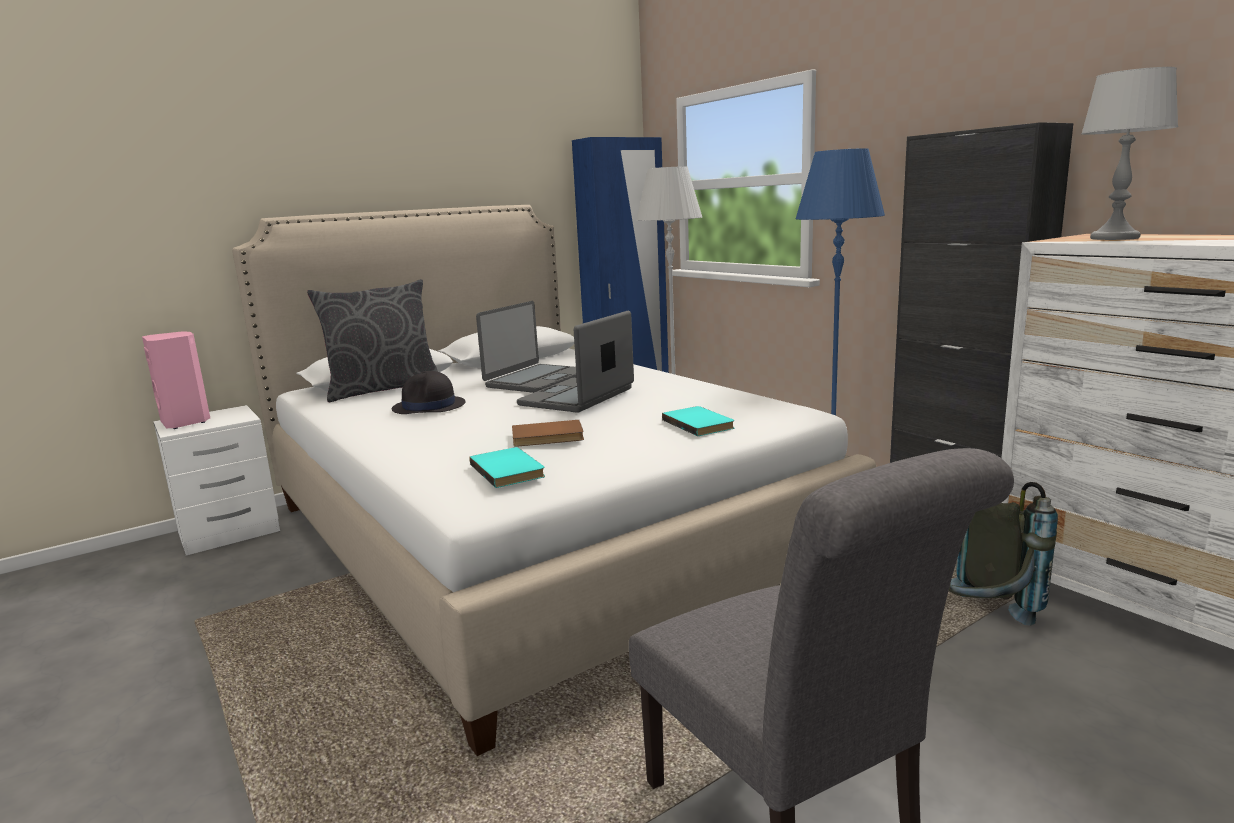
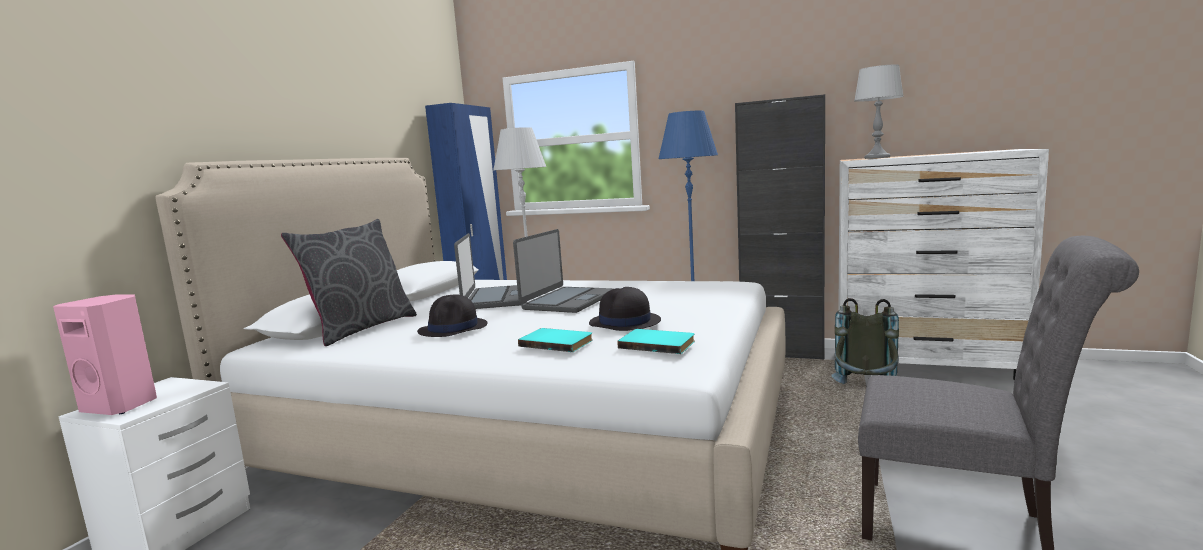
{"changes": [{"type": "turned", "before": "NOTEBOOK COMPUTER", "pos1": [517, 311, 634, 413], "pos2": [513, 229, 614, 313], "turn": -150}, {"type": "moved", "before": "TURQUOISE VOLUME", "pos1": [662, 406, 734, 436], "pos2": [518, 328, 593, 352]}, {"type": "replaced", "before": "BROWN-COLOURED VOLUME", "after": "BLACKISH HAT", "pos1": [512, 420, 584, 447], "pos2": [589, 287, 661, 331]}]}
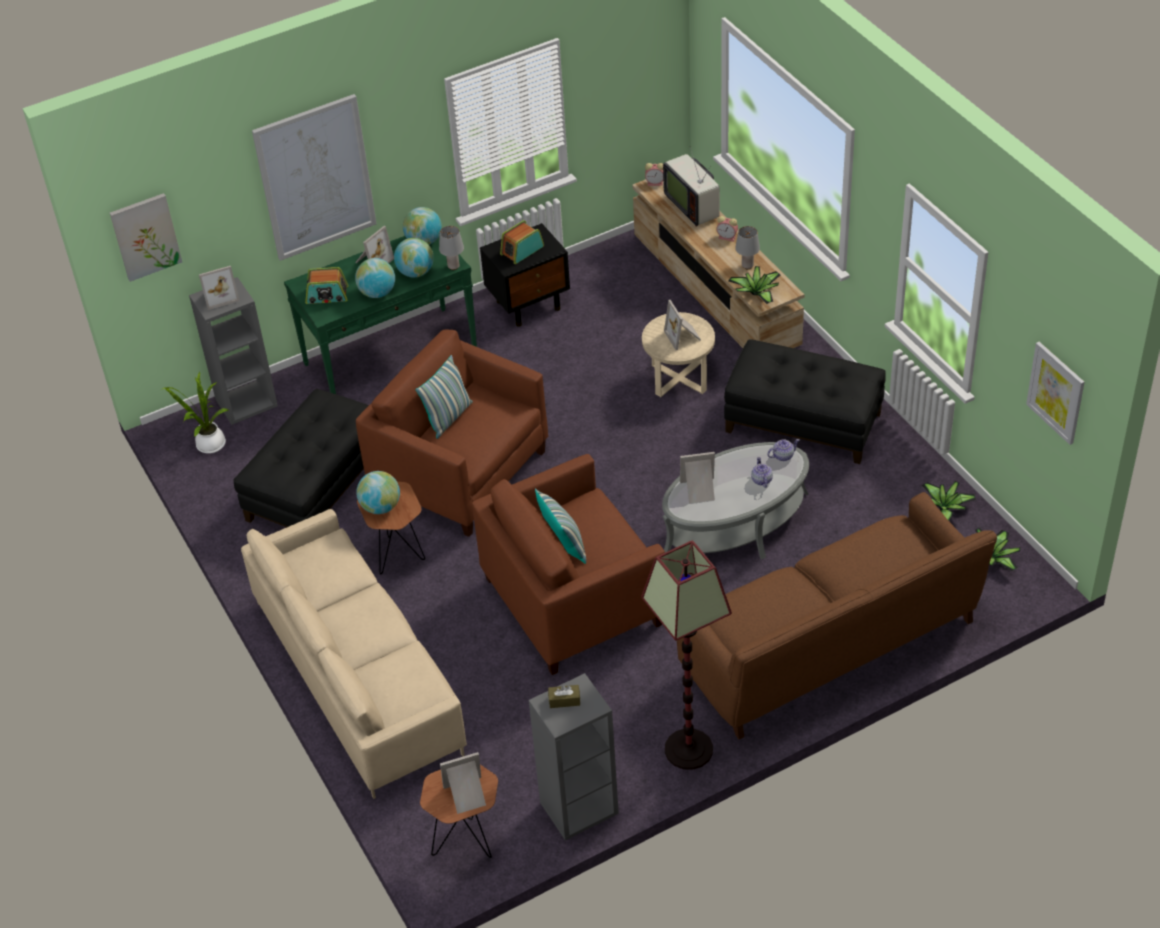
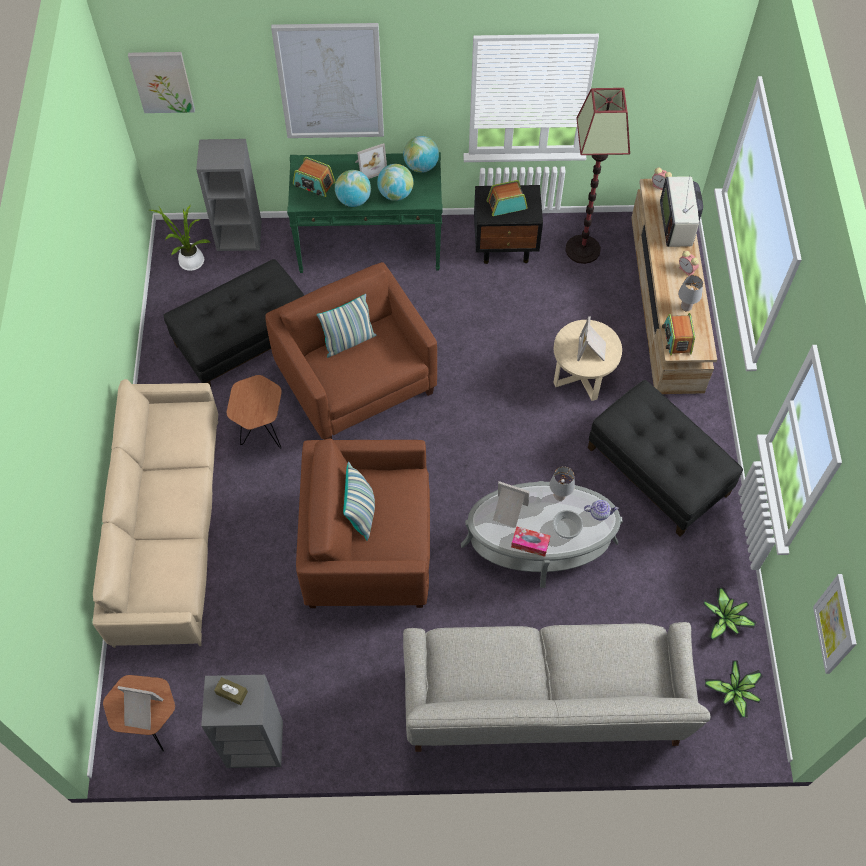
{"changes": [{"type": "moved", "before": "GRAY TABLETOP LAMP", "pos1": [439, 226, 464, 270], "pos2": [549, 467, 575, 501]}, {"type": "removed", "before": "STANDING FRAME", "pos1": [199, 266, 239, 310]}, {"type": "replaced", "before": "POTTED PLANT", "after": "RADIO RECEIVER", "pos1": [728, 266, 780, 304], "pos2": [662, 313, 695, 355]}, {"type": "replaced", "before": "TEA POT", "after": "SERVING BOWL", "pos1": [751, 457, 773, 488], "pos2": [553, 510, 583, 539]}, {"type": "removed", "before": "GLOBE", "pos1": [356, 471, 400, 514]}, {"type": "recoloured", "before": "BROWN-COLOURED SOFA", "after": "GRAY SOFA", "pos1": [677, 492, 997, 740], "pos2": [403, 622, 710, 752]}, {"type": "moved", "before": "STANDARD LAMP", "pos1": [641, 540, 732, 770], "pos2": [565, 88, 630, 264]}, {"type": "added", "after": "TISSUE BOX", "pos2": [511, 526, 550, 557]}]}
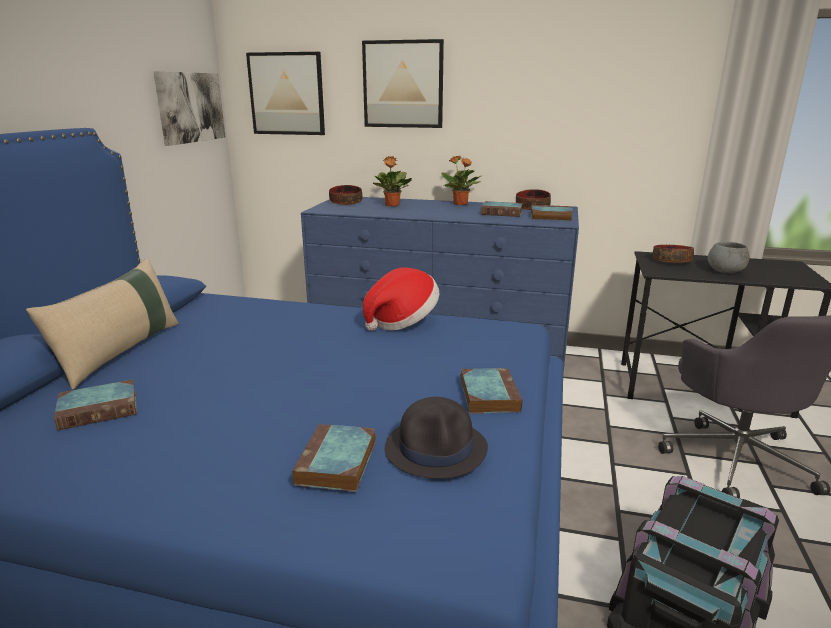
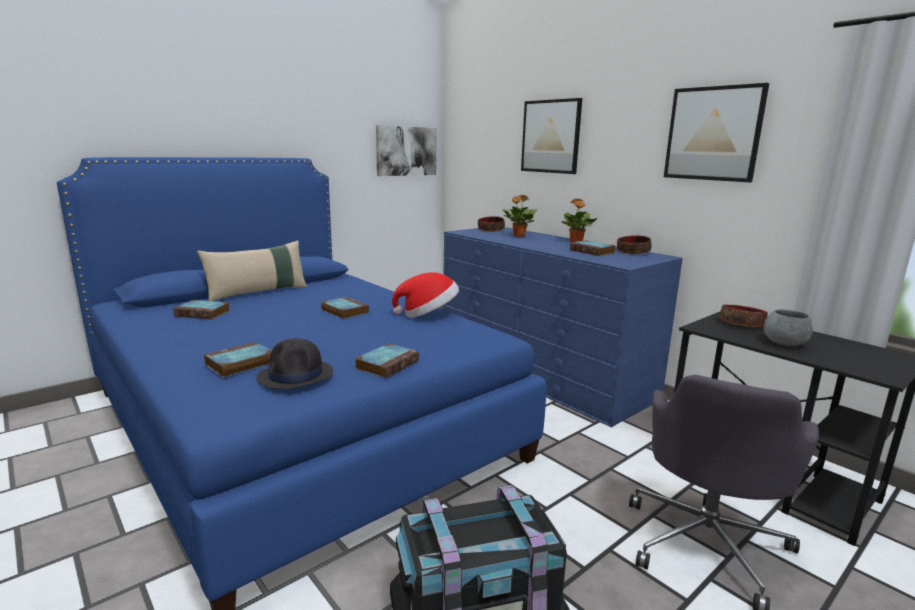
{"changes": [{"type": "moved", "before": "WALL PICTURE", "pos1": [246, 52, 325, 135], "pos2": [664, 83, 769, 182]}, {"type": "moved", "before": "VOLUME", "pos1": [531, 205, 573, 221], "pos2": [321, 297, 369, 319]}]}
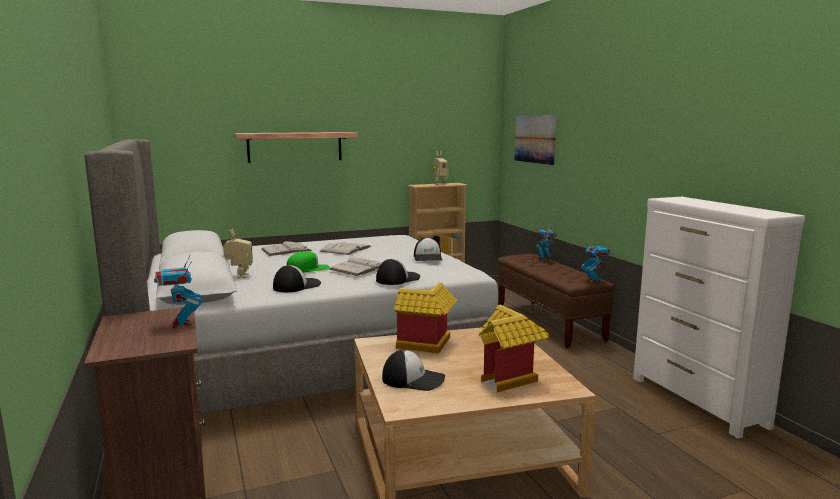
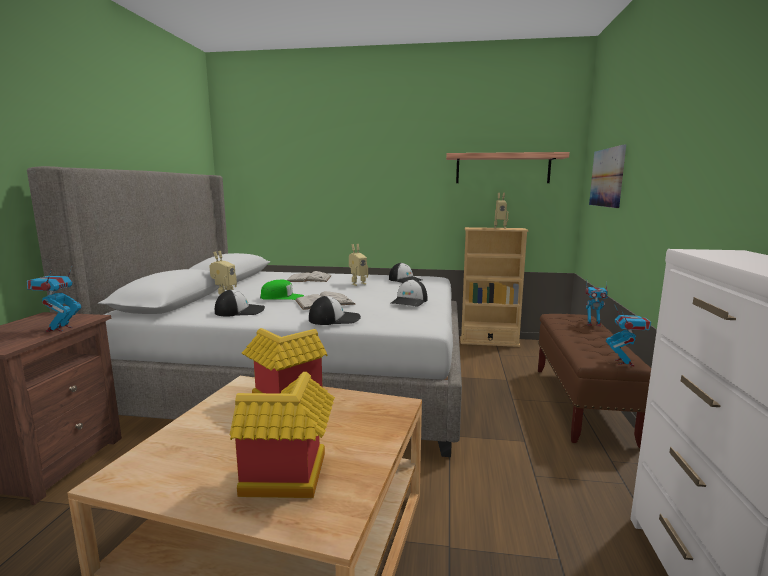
{"changes": [{"type": "moved", "before": "WALL SHELF", "pos1": [235, 132, 358, 163], "pos2": [446, 152, 570, 183]}, {"type": "replaced", "before": "WHITISH VOLUME", "after": "MODEL ROBOT", "pos1": [320, 242, 371, 255], "pos2": [349, 244, 368, 286]}, {"type": "moved", "before": "BASEBALL CAP", "pos1": [382, 349, 445, 391], "pos2": [389, 263, 422, 283]}]}
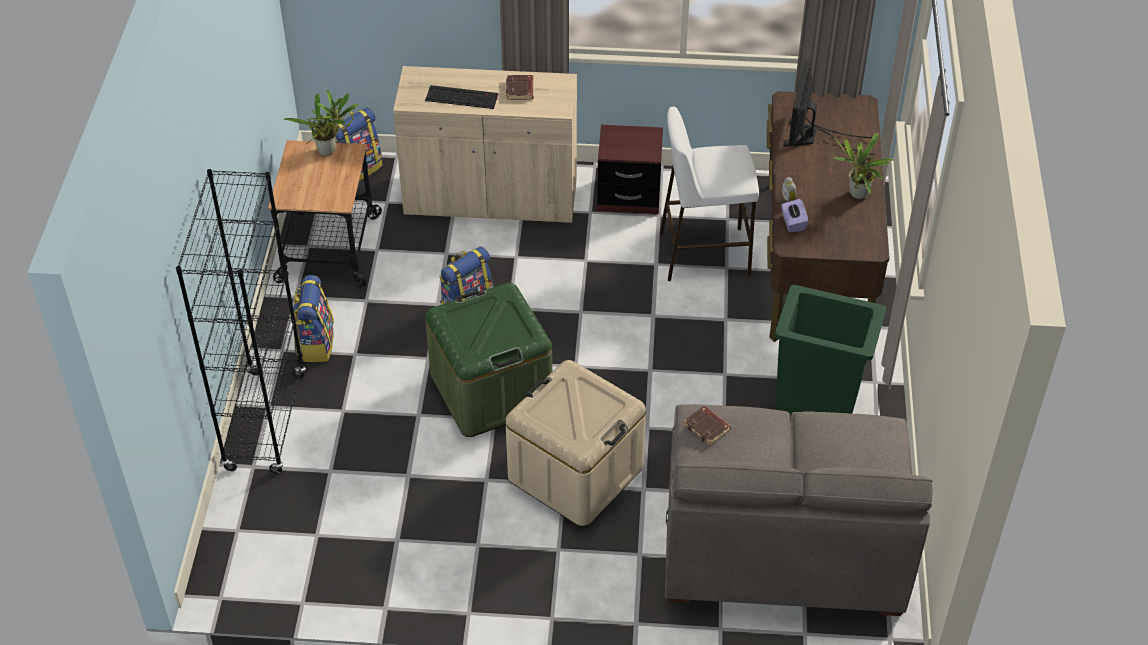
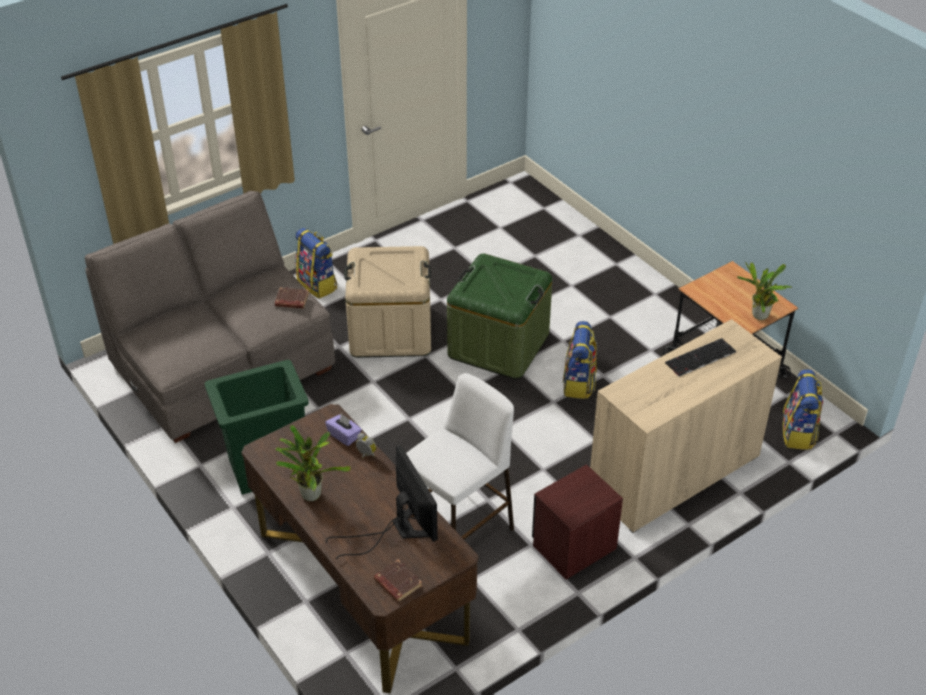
{"changes": [{"type": "moved", "before": "BROWN-COLOURED VOLUME", "pos1": [506, 75, 534, 100], "pos2": [374, 560, 422, 602]}, {"type": "removed", "before": "BLACKISH BOOKSHELF", "pos1": [176, 169, 306, 474]}, {"type": "moved", "before": "BACKPACK", "pos1": [293, 275, 334, 362], "pos2": [295, 228, 337, 299]}]}
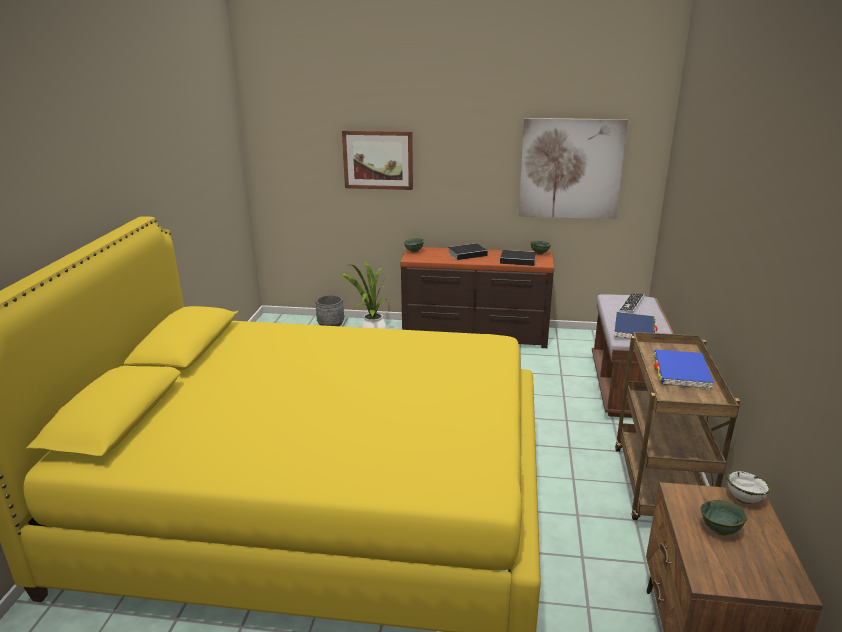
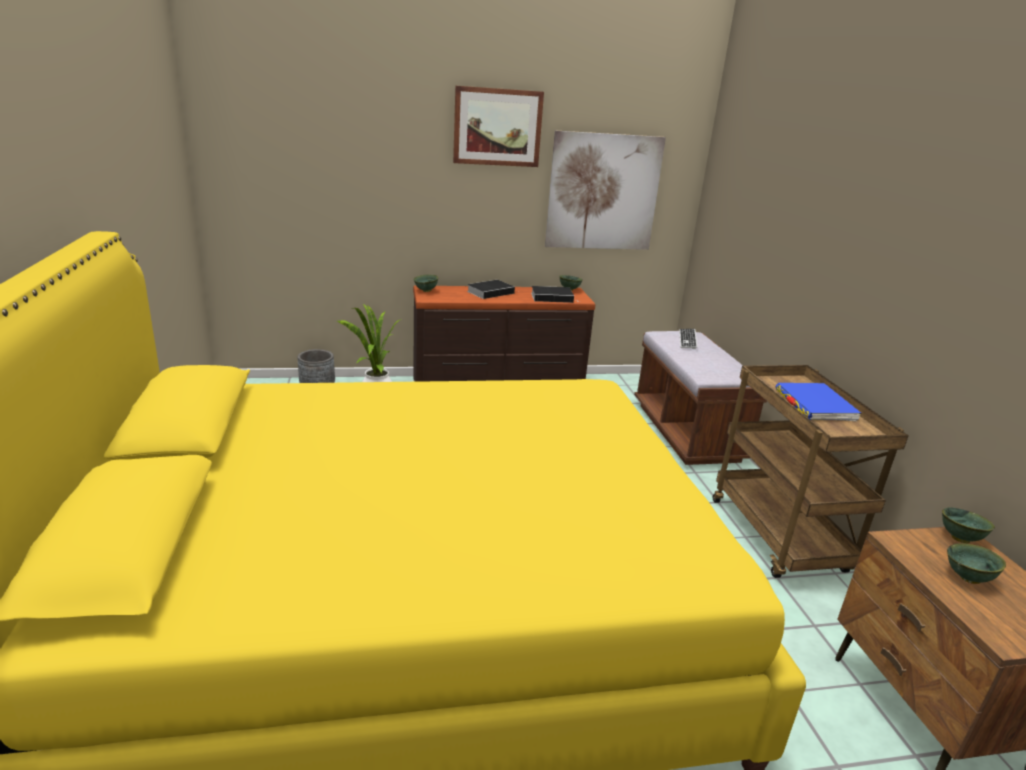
{"changes": [{"type": "moved", "before": "WALL PICTURE", "pos1": [342, 130, 413, 190], "pos2": [453, 86, 544, 167]}, {"type": "removed", "before": "BLUISH VOLUME", "pos1": [614, 312, 657, 339]}, {"type": "recoloured", "before": "WHITISH SERVING BOWL", "after": "GREEN-COLOURED SERVING BOWL", "pos1": [727, 471, 771, 504], "pos2": [942, 507, 995, 543]}]}
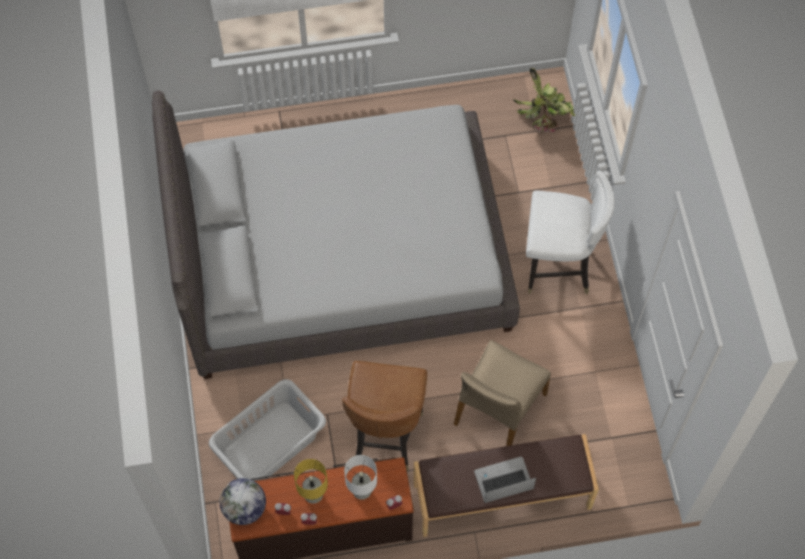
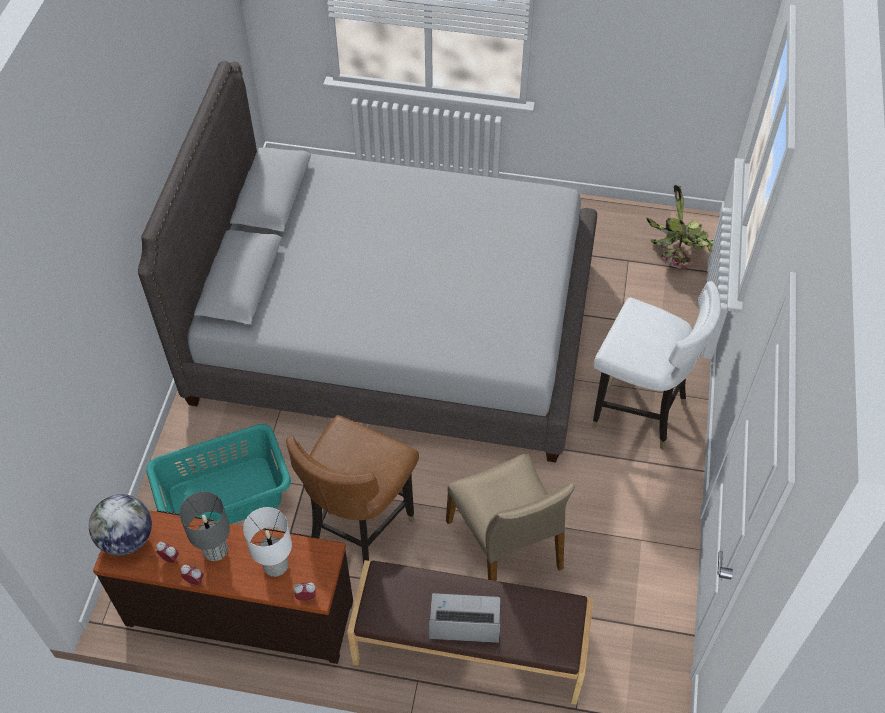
{"changes": [{"type": "turned", "before": "SAND-COLOURED CHAIR", "pos1": [454, 340, 551, 446], "pos2": [446, 454, 575, 581], "turn": -75}, {"type": "recoloured", "before": "GRAY HAMPER", "after": "TURQUOISE HAMPER", "pos1": [209, 379, 326, 481], "pos2": [146, 424, 291, 524]}, {"type": "recoloured", "before": "YELLOWISH TABLETOP LAMP", "after": "GRAY TABLETOP LAMP", "pos1": [294, 459, 328, 504], "pos2": [179, 492, 230, 561]}]}
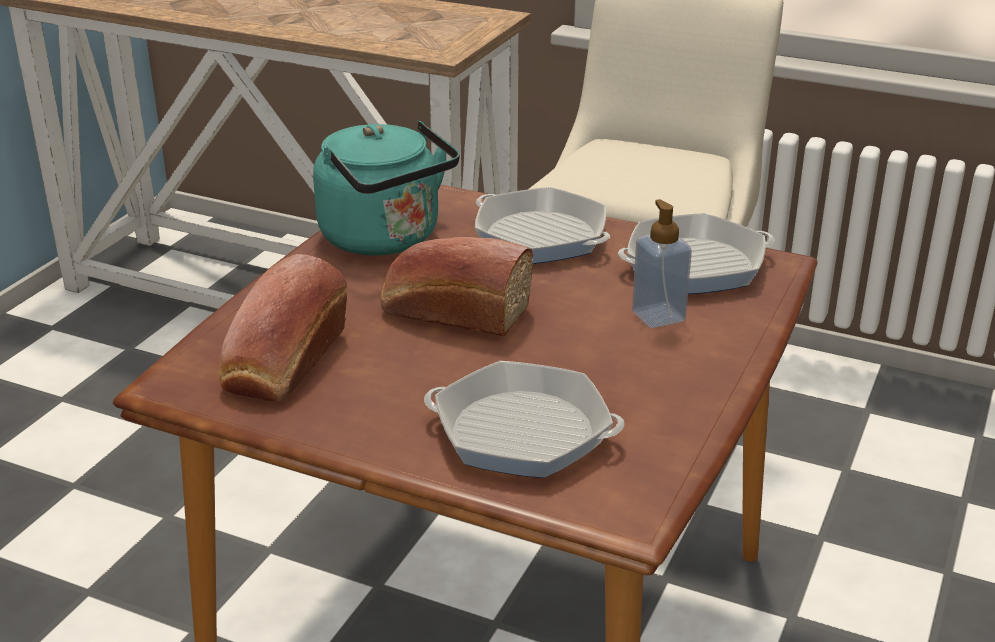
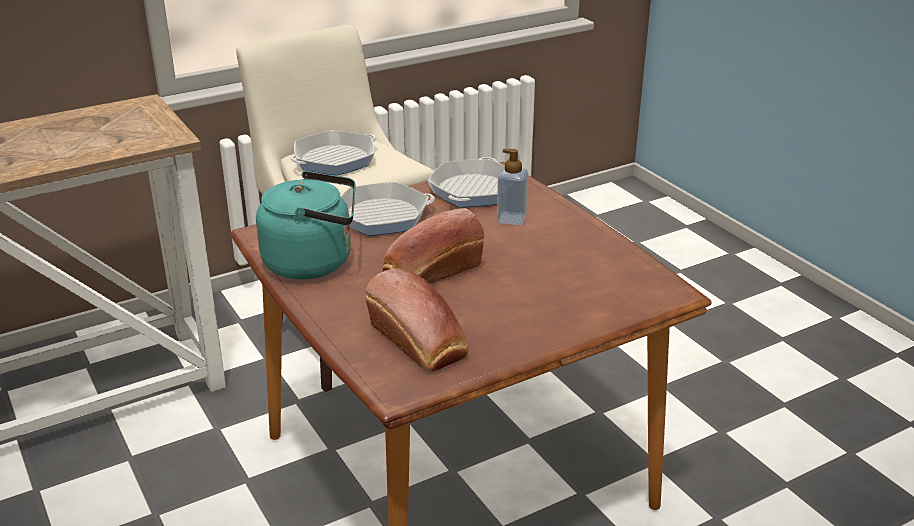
{"changes": [{"type": "moved", "before": "SKILLET", "pos1": [424, 361, 624, 478], "pos2": [290, 130, 376, 175]}]}
